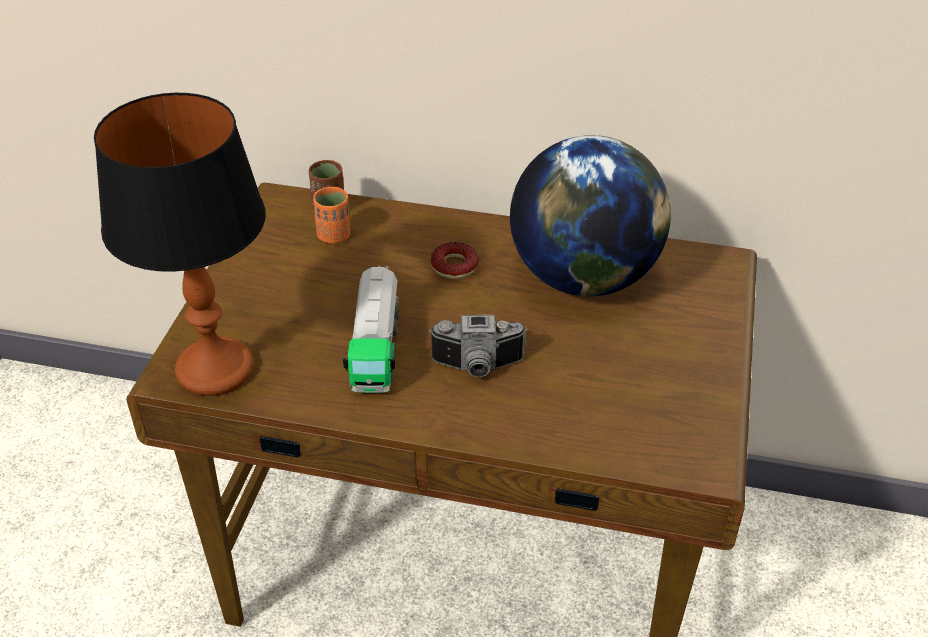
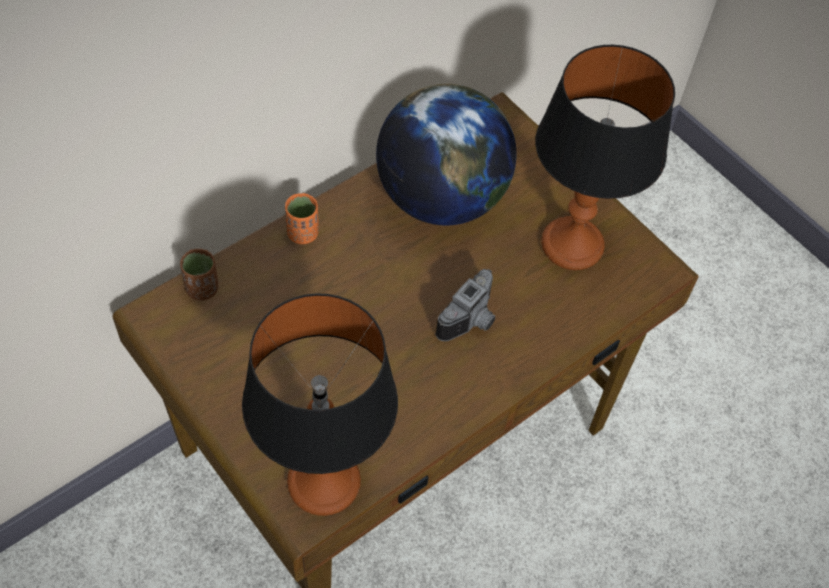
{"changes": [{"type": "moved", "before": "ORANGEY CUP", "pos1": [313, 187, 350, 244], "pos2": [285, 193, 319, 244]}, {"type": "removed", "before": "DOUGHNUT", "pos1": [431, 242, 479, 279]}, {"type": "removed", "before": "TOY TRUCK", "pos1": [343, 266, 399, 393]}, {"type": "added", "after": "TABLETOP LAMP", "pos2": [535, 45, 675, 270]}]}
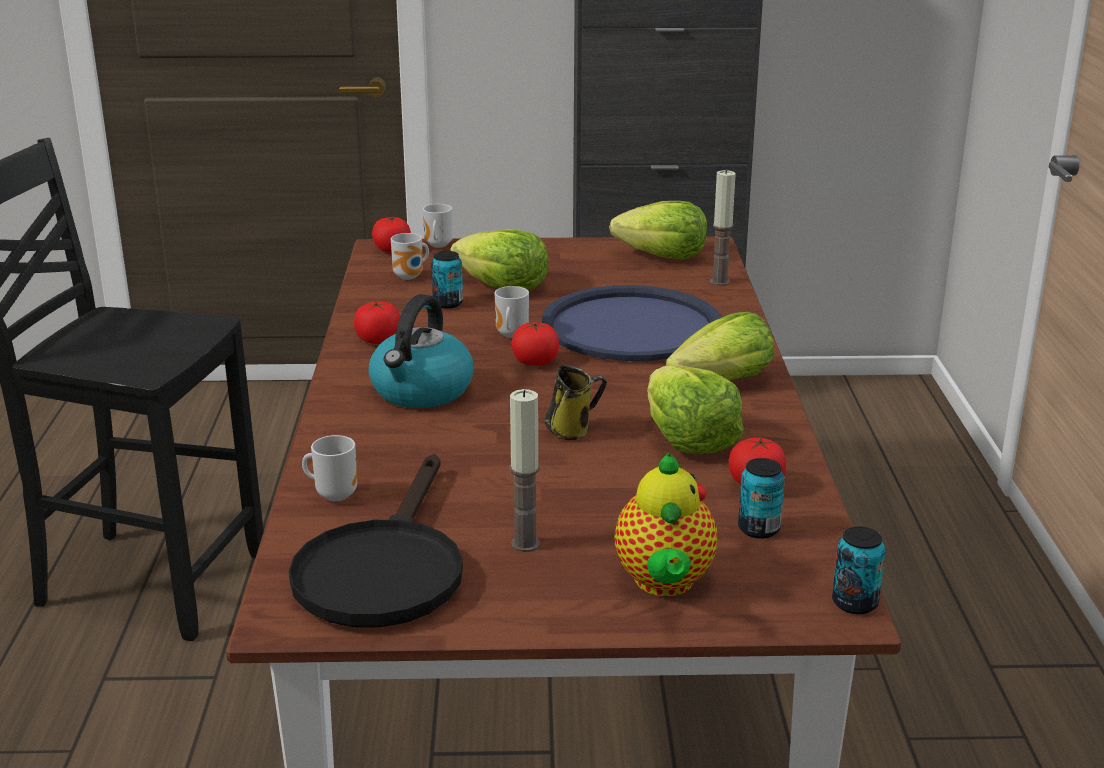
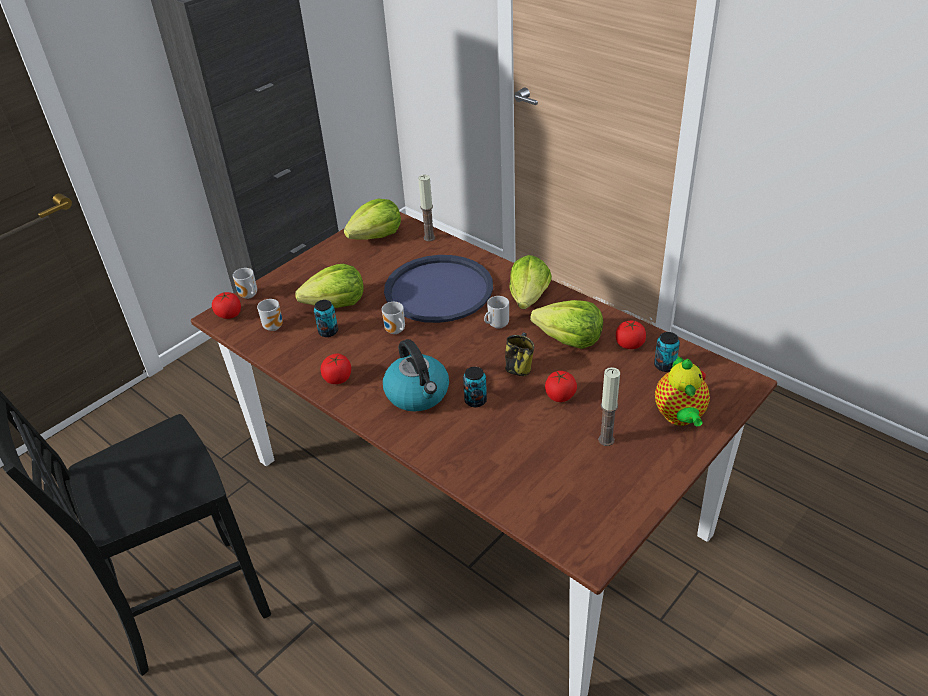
{"changes": [{"type": "moved", "before": "FRESH TOMATO", "pos1": [512, 321, 559, 366], "pos2": [545, 371, 577, 402]}, {"type": "moved", "before": "TEA MUG", "pos1": [302, 435, 357, 501], "pos2": [484, 296, 509, 329]}, {"type": "turned", "before": "TEA POT", "pos1": [614, 453, 717, 597], "pos2": [655, 356, 710, 427], "turn": 45}, {"type": "removed", "before": "BLACKISH SKILLET", "pos1": [289, 454, 463, 628]}, {"type": "moved", "before": "CAN", "pos1": [832, 526, 886, 614], "pos2": [463, 367, 487, 407]}]}
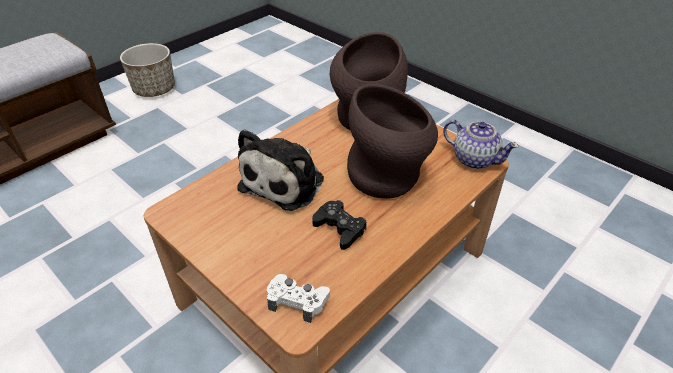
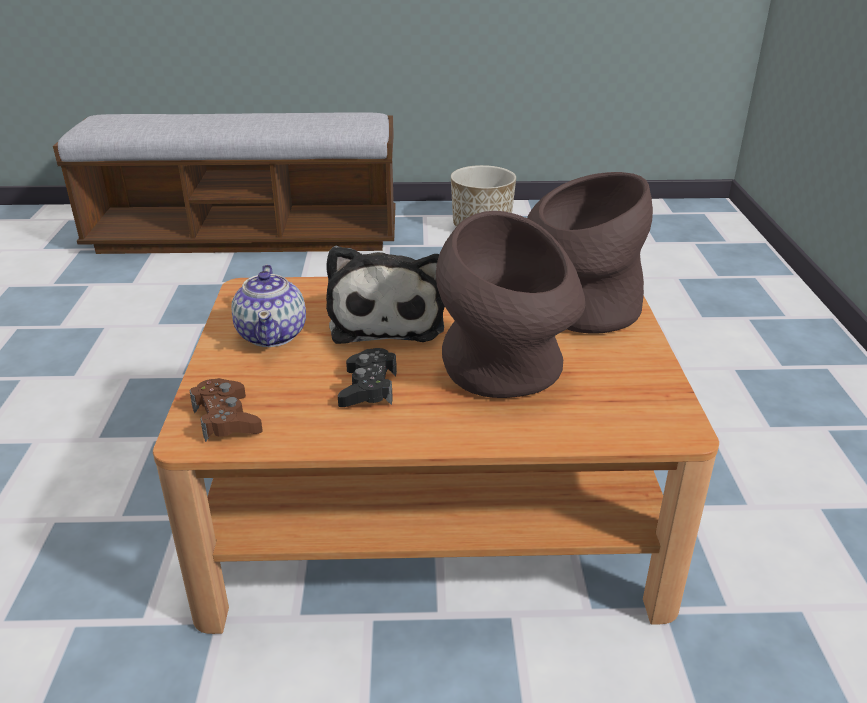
{"changes": [{"type": "moved", "before": "TEA POT", "pos1": [443, 120, 519, 169], "pos2": [231, 265, 306, 347]}, {"type": "turned", "before": "SOFT TOY", "pos1": [238, 129, 324, 211], "pos2": [326, 245, 445, 344], "turn": -75}, {"type": "recoloured", "before": "WHITISH GAME CONTROLLER", "after": "BROWN-COLOURED GAME CONTROLLER", "pos1": [267, 274, 330, 323], "pos2": [189, 378, 263, 442]}]}
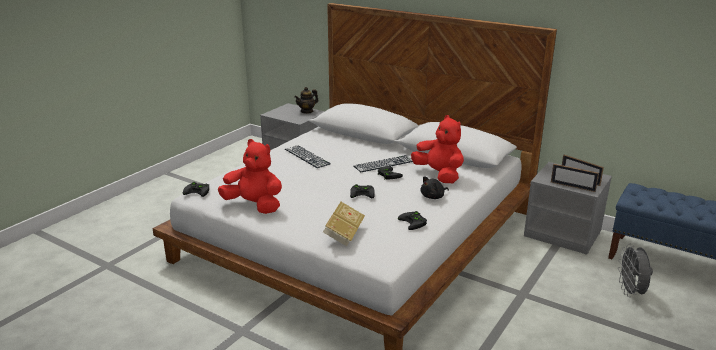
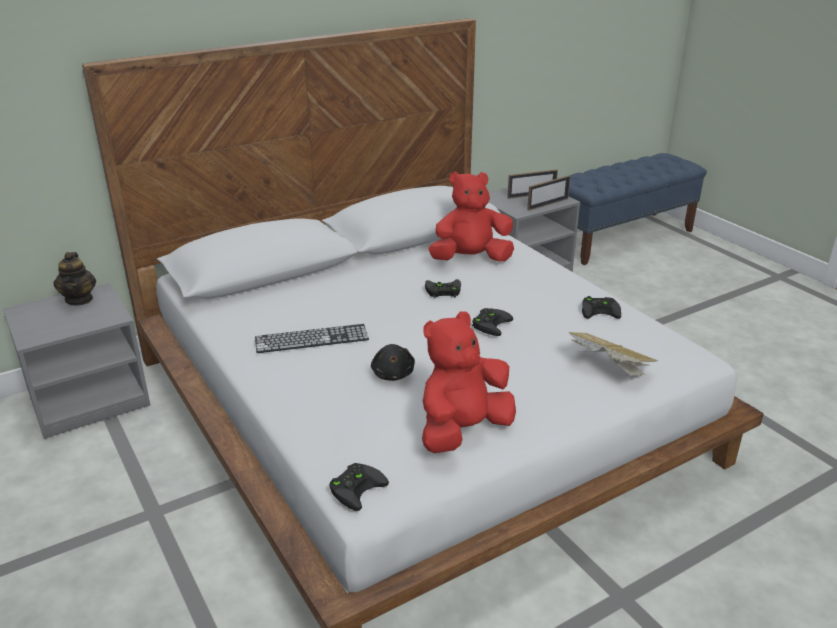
{"changes": [{"type": "removed", "before": "KEYBOARD", "pos1": [354, 155, 413, 172]}, {"type": "moved", "before": "BLACKISH SOFT TOY", "pos1": [420, 176, 449, 199], "pos2": [371, 344, 415, 381]}, {"type": "removed", "before": "GRAY COOLING FAN", "pos1": [618, 244, 653, 297]}]}
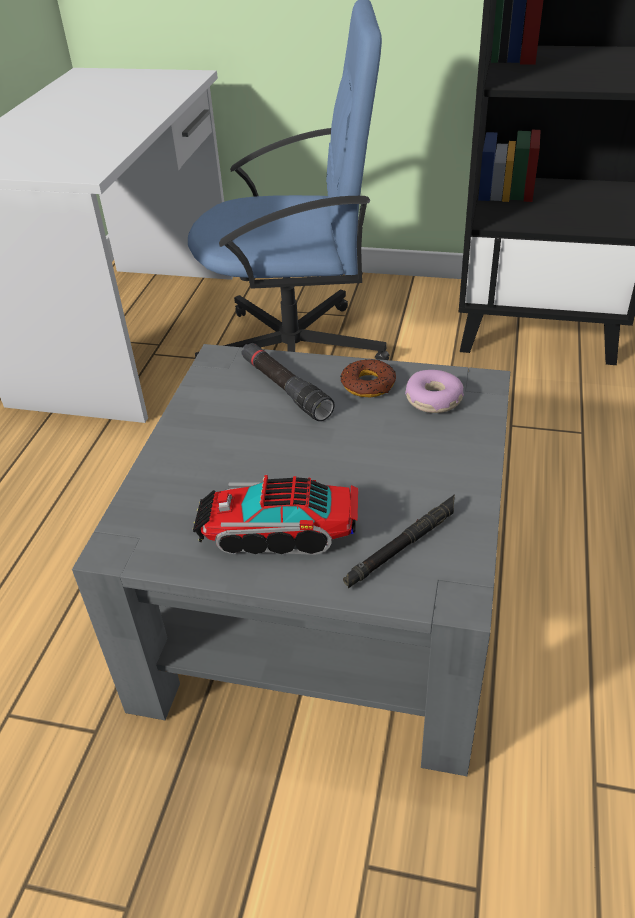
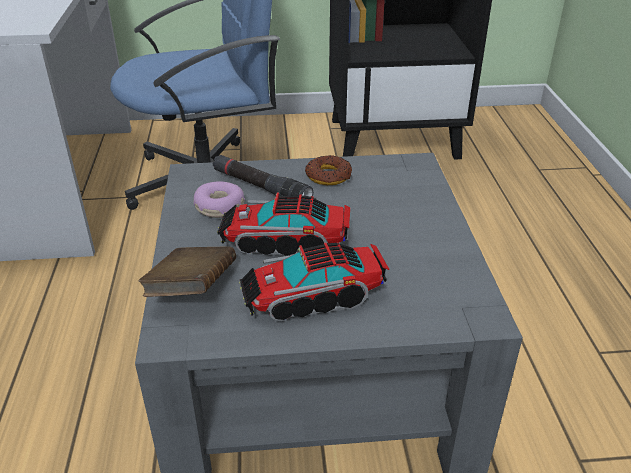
{"changes": [{"type": "moved", "before": "DOUGHNUT", "pos1": [405, 370, 464, 413], "pos2": [194, 181, 245, 218]}, {"type": "removed", "before": "BLACKISH HAND TORCH", "pos1": [343, 494, 455, 589]}, {"type": "added", "after": "TOY TRUCK", "pos2": [217, 193, 350, 256]}, {"type": "added", "after": "BROWN-COLOURED VOLUME", "pos2": [138, 246, 236, 297]}]}
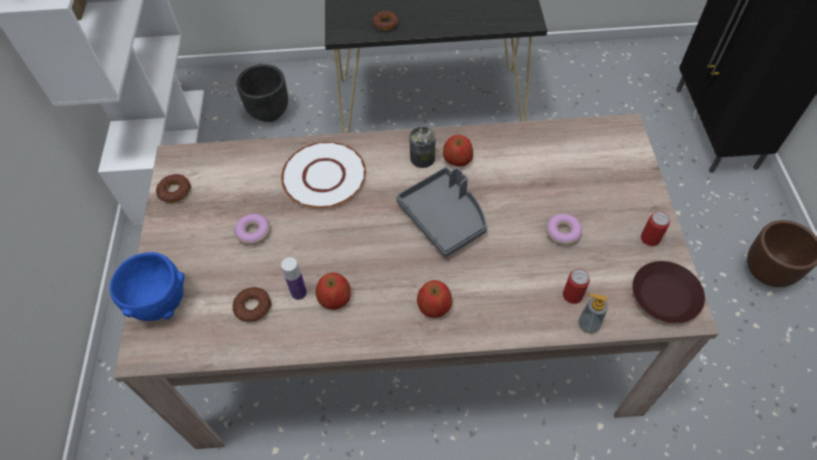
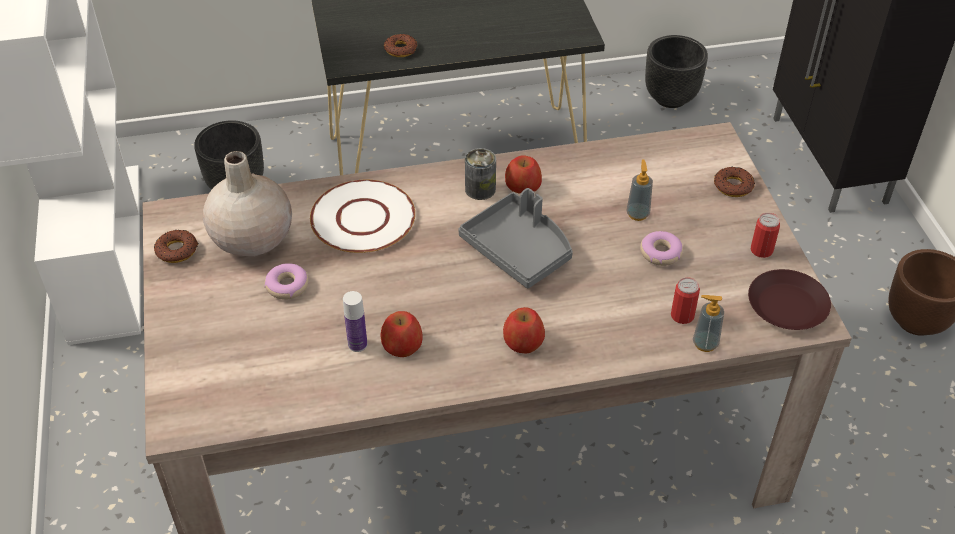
{"changes": [{"type": "removed", "before": "BLUISH SERVING BOWL", "pos1": [110, 252, 185, 321]}, {"type": "moved", "before": "DOUGHNUT", "pos1": [233, 287, 272, 322], "pos2": [714, 167, 755, 197]}, {"type": "added", "after": "BLACKISH PLANTER", "pos2": [645, 35, 708, 108]}, {"type": "added", "after": "SAND-COLOURED FLOWER VASE", "pos2": [203, 151, 292, 257]}, {"type": "added", "after": "SOAP DISPENSER", "pos2": [626, 159, 653, 221]}]}
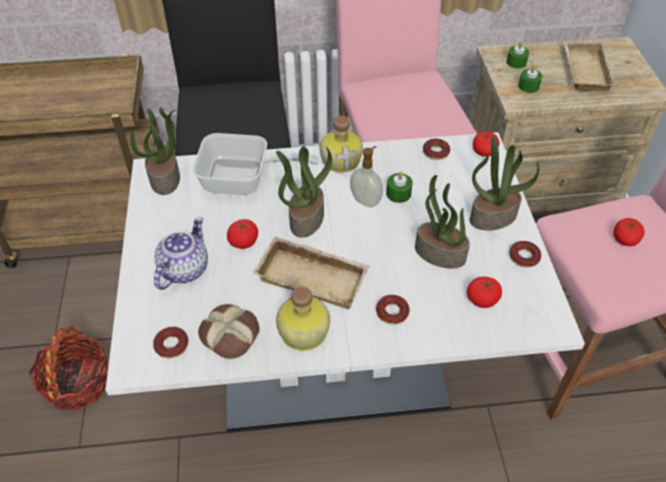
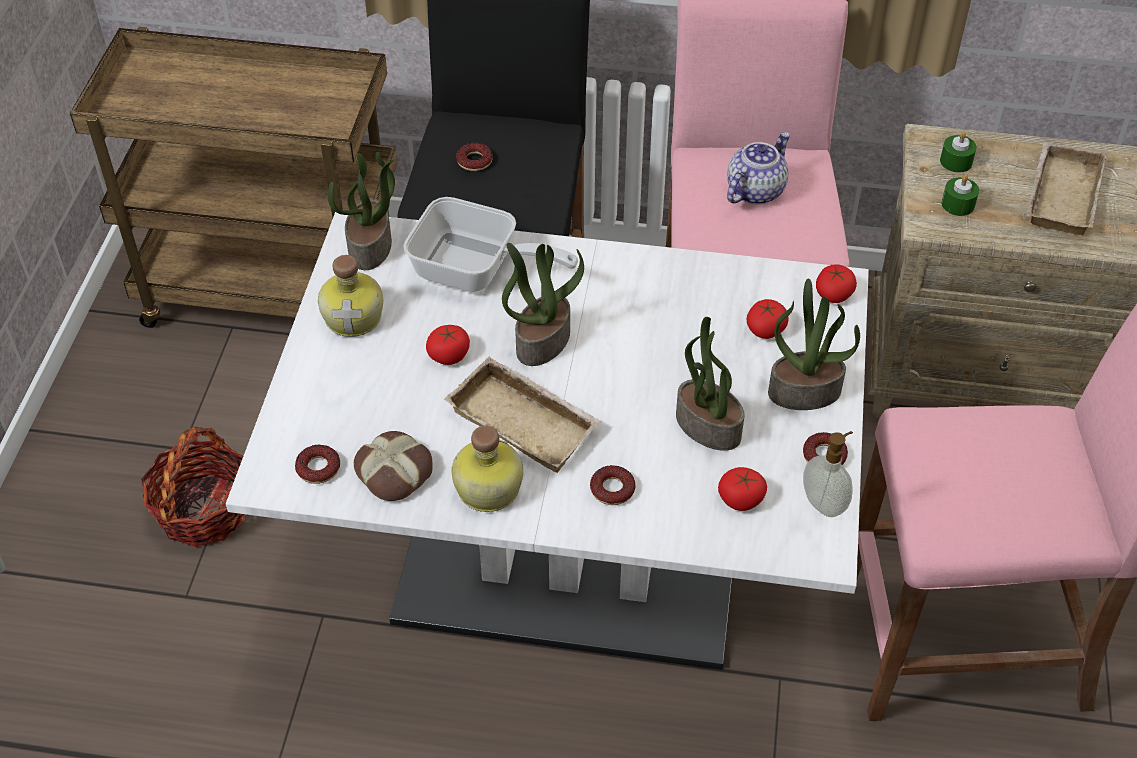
{"changes": [{"type": "moved", "before": "DRINK BOTTLE", "pos1": [320, 116, 363, 173], "pos2": [318, 255, 383, 337]}, {"type": "moved", "before": "DOUGHNUT", "pos1": [423, 139, 450, 160], "pos2": [456, 143, 493, 171]}, {"type": "moved", "before": "SOAP DISPENSER", "pos1": [350, 146, 383, 207], "pos2": [803, 431, 853, 517]}, {"type": "removed", "before": "GREEN-COLOURED WAX CANDLE", "pos1": [386, 172, 413, 203]}, {"type": "moved", "before": "TEA POT", "pos1": [154, 217, 208, 290], "pos2": [727, 132, 790, 204]}, {"type": "moved", "before": "FRESH TOMATO", "pos1": [613, 218, 645, 246], "pos2": [747, 299, 788, 339]}]}
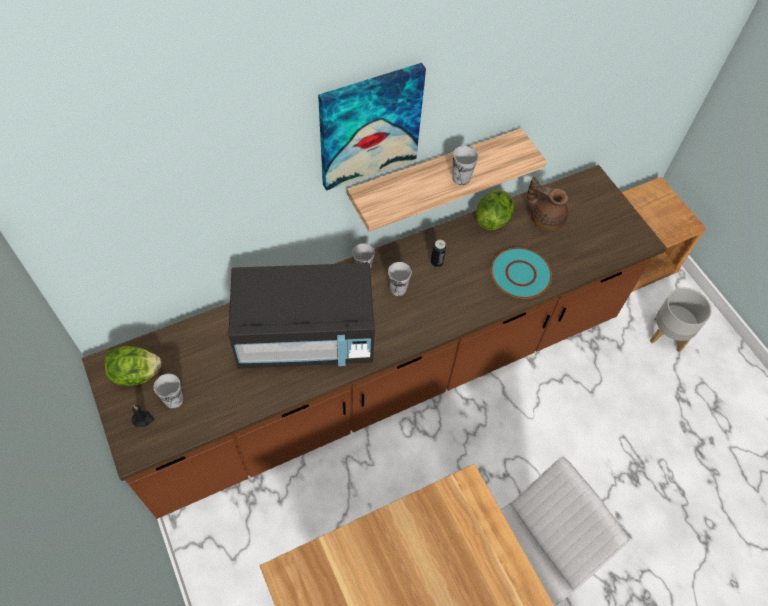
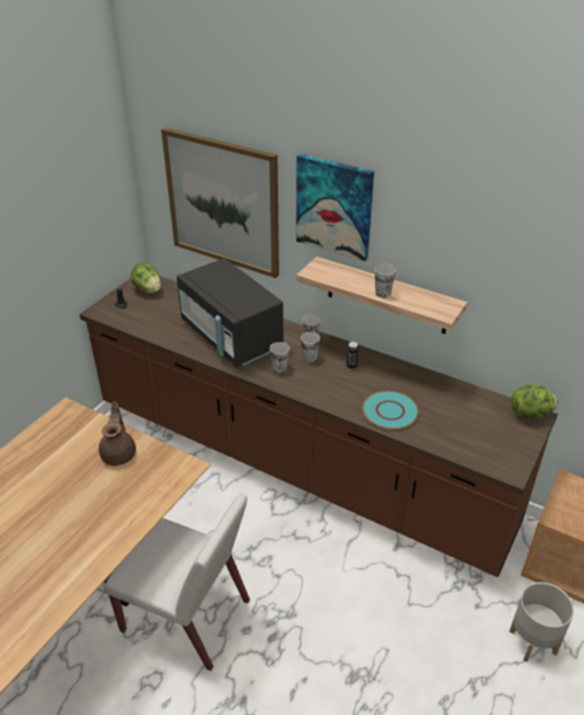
{"changes": [{"type": "moved", "before": "BROWN-COLOURED TEA POT", "pos1": [527, 177, 568, 231], "pos2": [99, 402, 136, 466]}, {"type": "moved", "before": "LETTUCE", "pos1": [475, 190, 514, 230], "pos2": [511, 385, 558, 418]}, {"type": "moved", "before": "CUP", "pos1": [154, 374, 184, 409], "pos2": [270, 342, 289, 373]}, {"type": "added", "after": "WALL PICTURE", "pos2": [161, 127, 279, 278]}]}
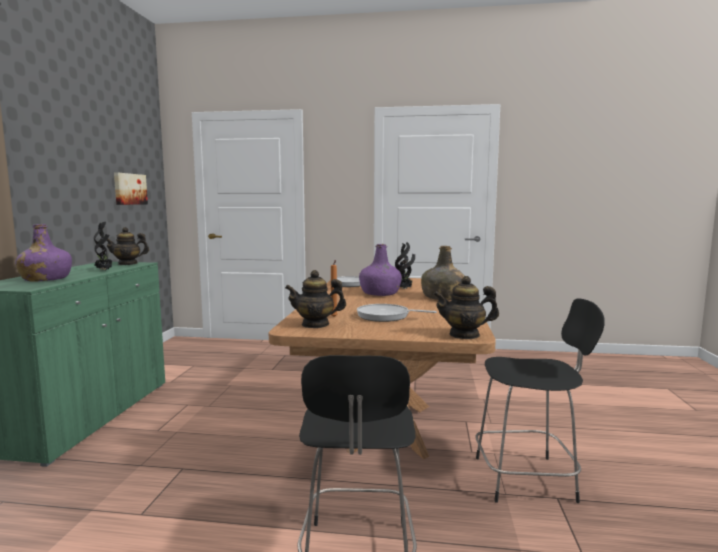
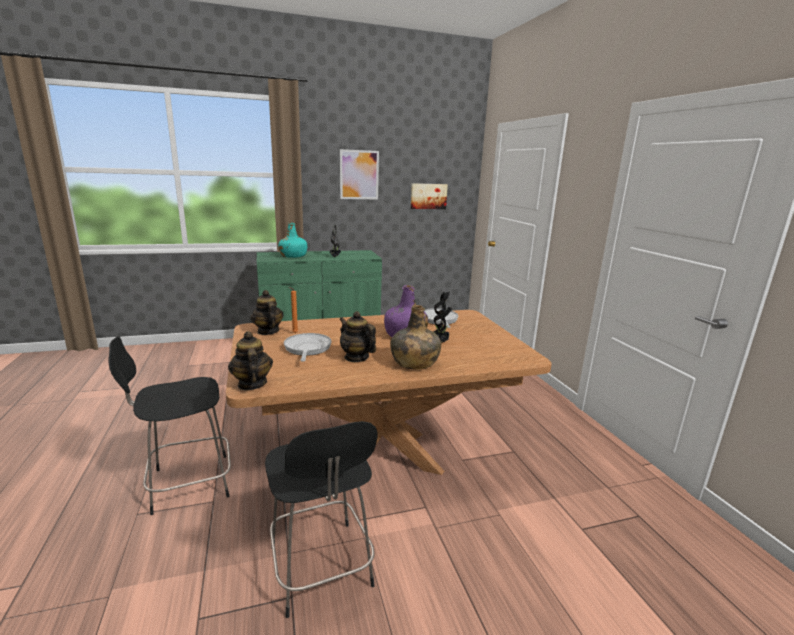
{"changes": [{"type": "recoloured", "before": "PURPLE DRINK BOTTLE", "after": "TURQUOISE DRINK BOTTLE", "pos1": [15, 224, 72, 282], "pos2": [278, 223, 307, 258]}, {"type": "moved", "before": "TEA POT", "pos1": [106, 227, 149, 265], "pos2": [339, 311, 376, 362]}, {"type": "added", "after": "WALL PICTURE", "pos2": [340, 149, 379, 199]}]}
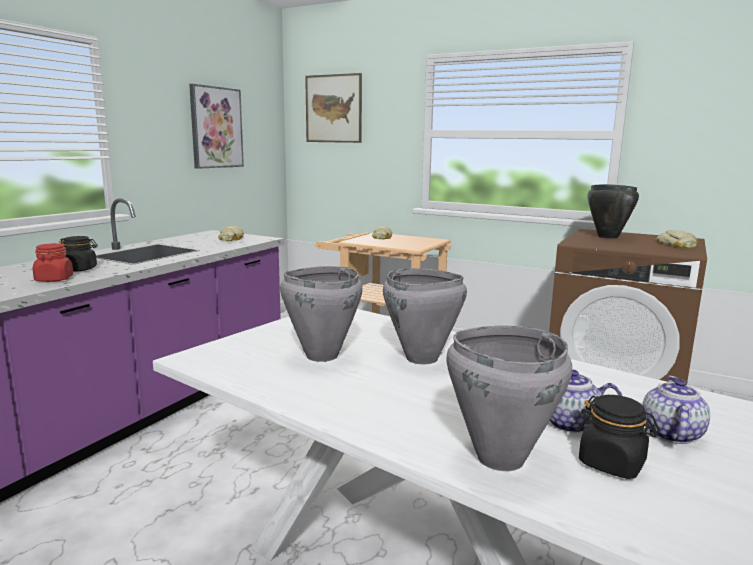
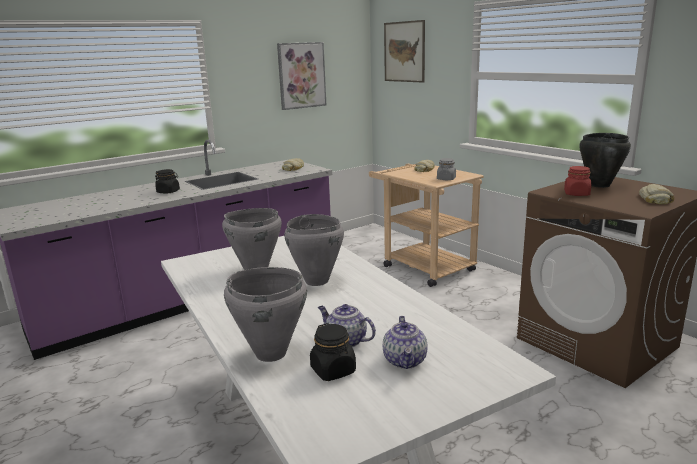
{"changes": [{"type": "moved", "before": "RED STORAGE JAR", "pos1": [33, 243, 74, 282], "pos2": [564, 166, 591, 196]}, {"type": "turned", "before": "TEA POT", "pos1": [642, 376, 710, 444], "pos2": [383, 316, 427, 369], "turn": 135}, {"type": "added", "after": "GRAY STORAGE JAR", "pos2": [437, 158, 456, 180]}]}
